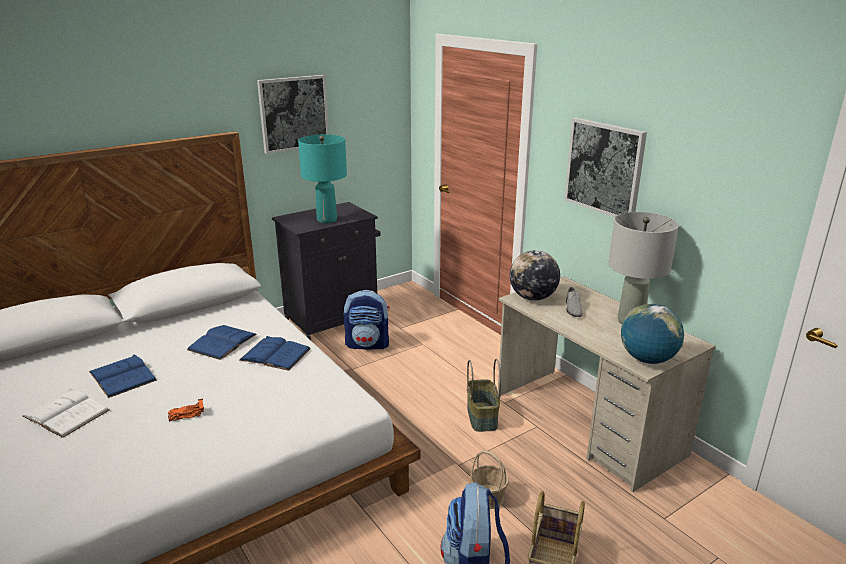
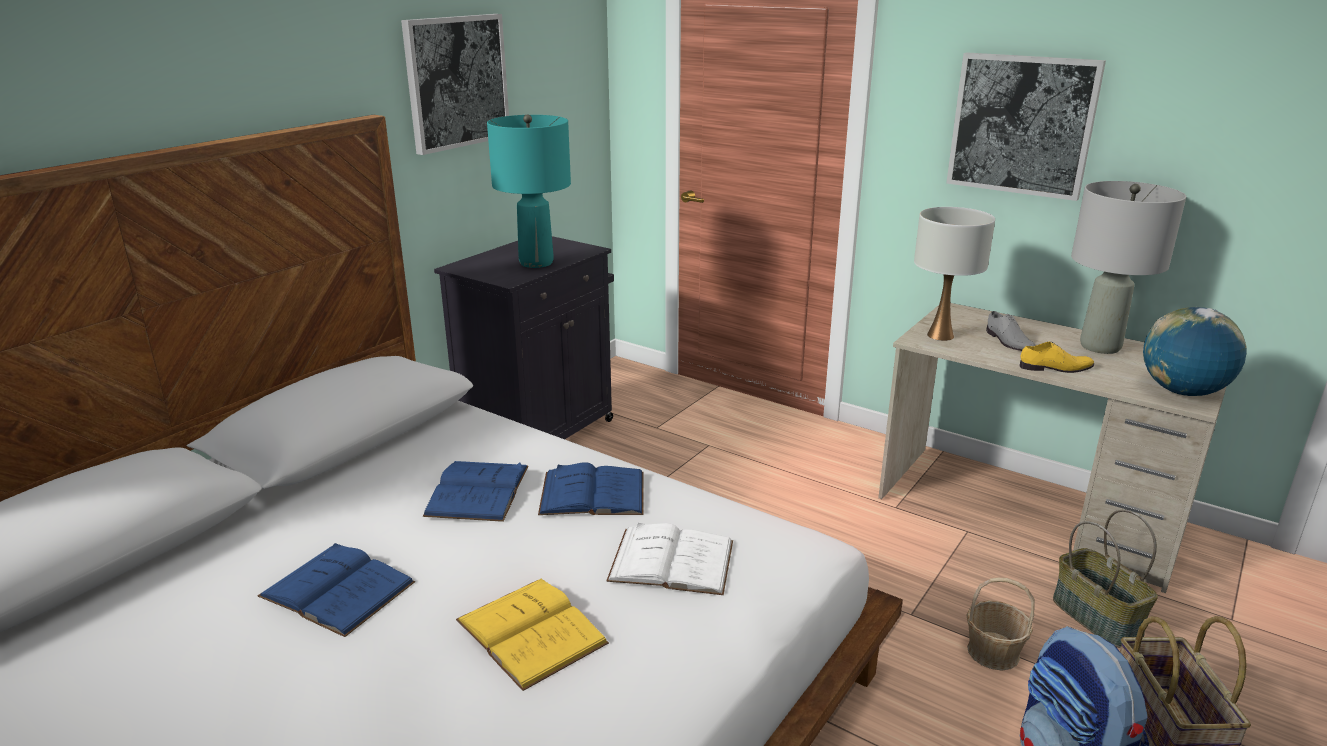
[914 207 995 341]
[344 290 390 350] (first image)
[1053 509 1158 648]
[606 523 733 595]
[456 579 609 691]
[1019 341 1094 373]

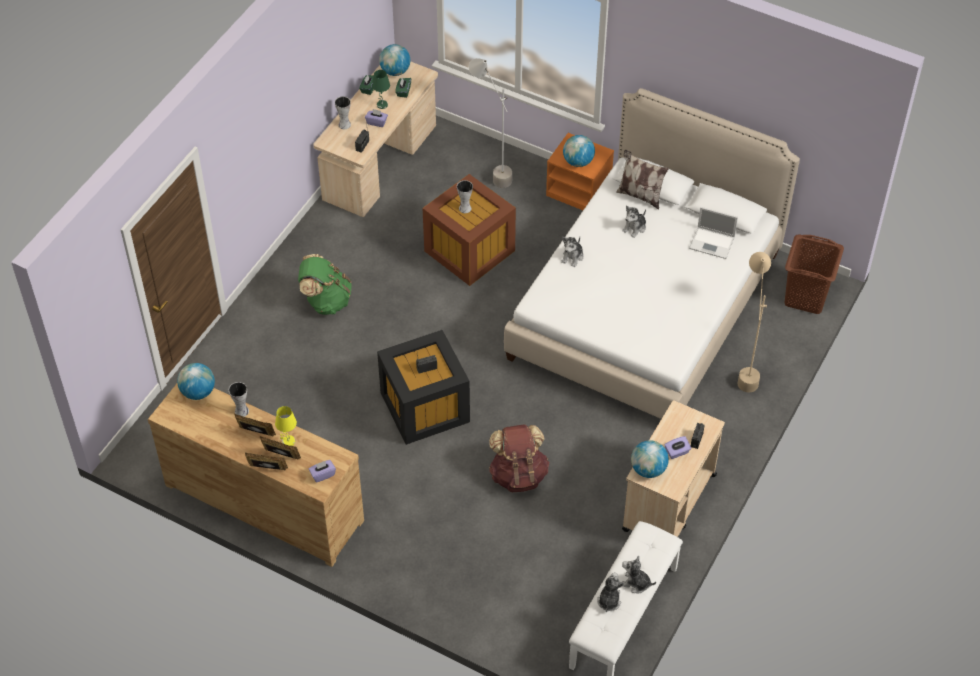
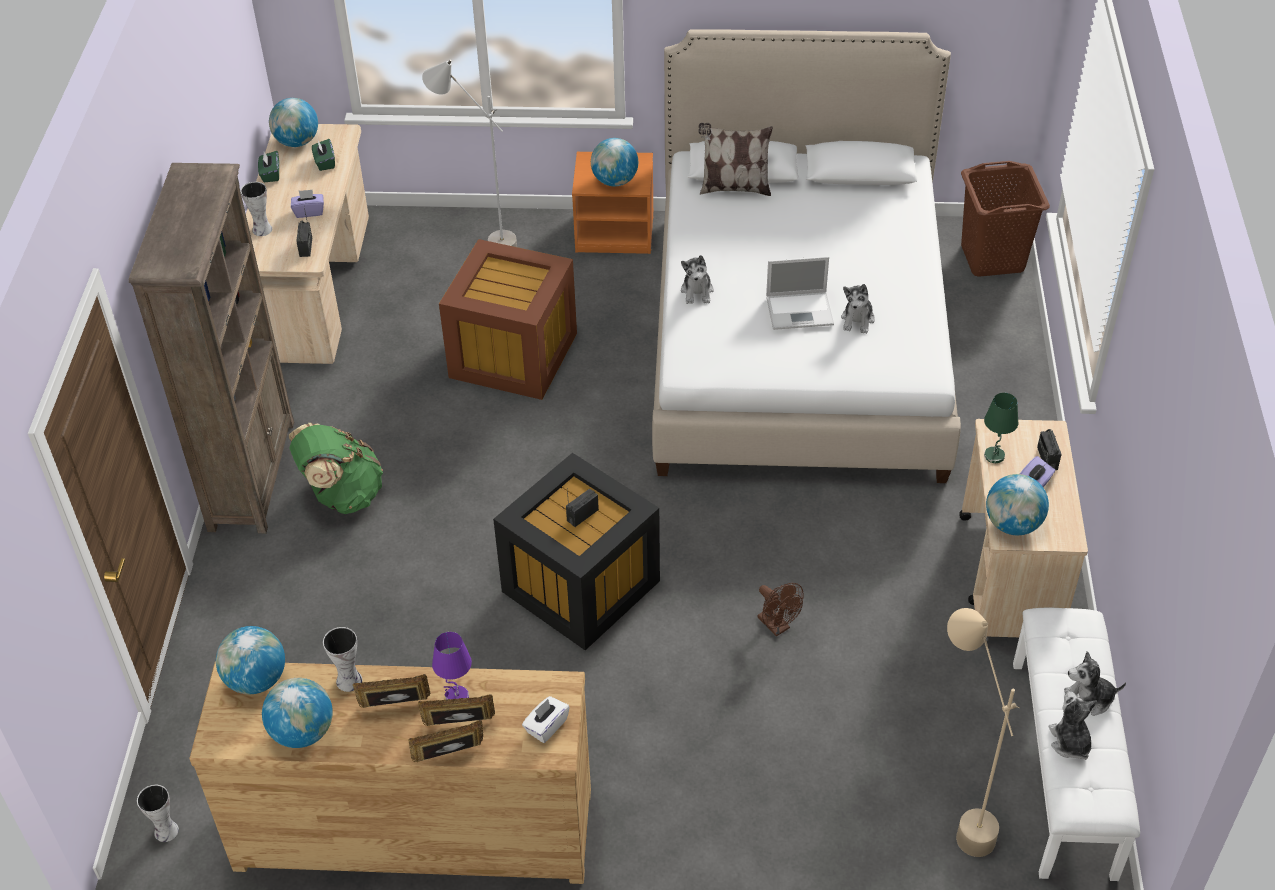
[984 393 1018 463]
[137 785 179 842]
[841 284 875 334]
[766 256 834 330]
[947 608 1020 857]
[432 632 472 700]
[757 583 804 636]
[522 696 570 743]
[129 163 294 534]
[262 678 333 748]

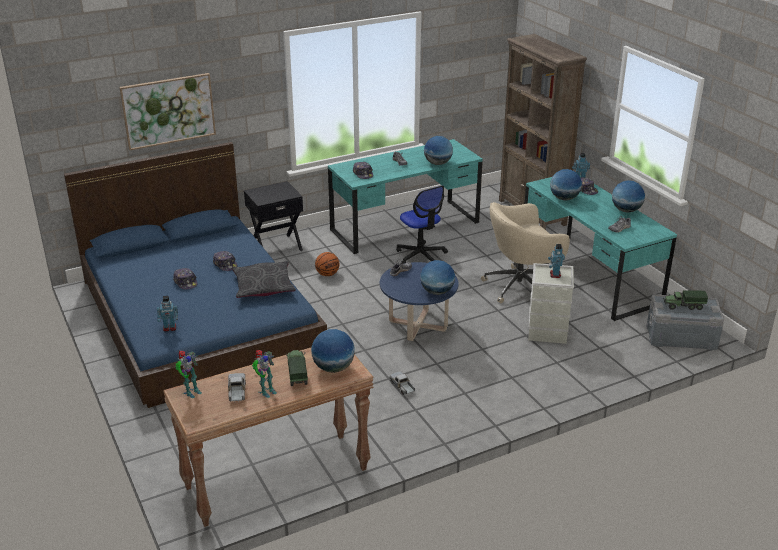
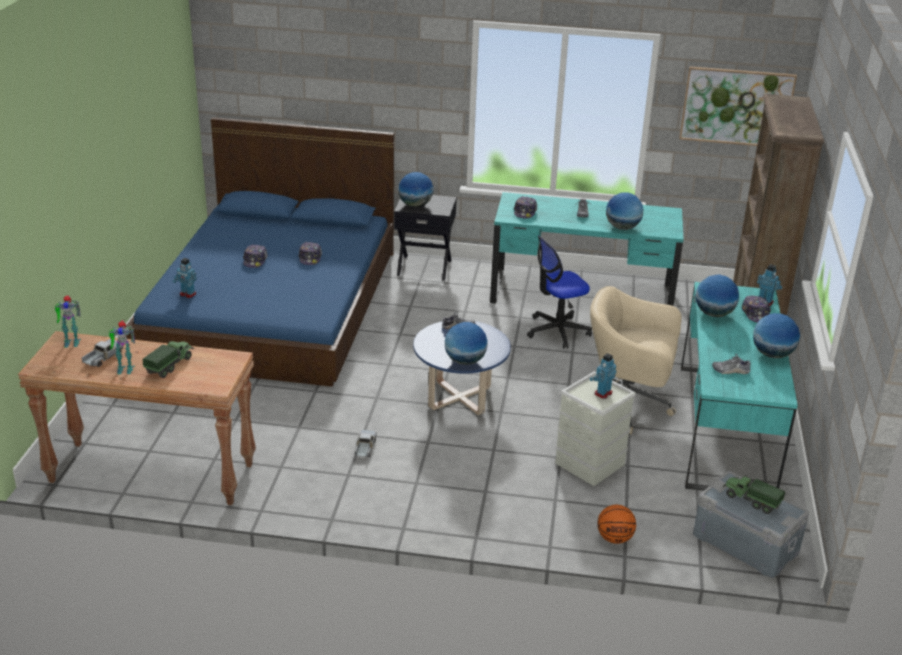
[679 66 797 146]
[527 235 592 349]
[597 505 636 544]
[232 261 296 298] (first image)
[398 172 433 208]

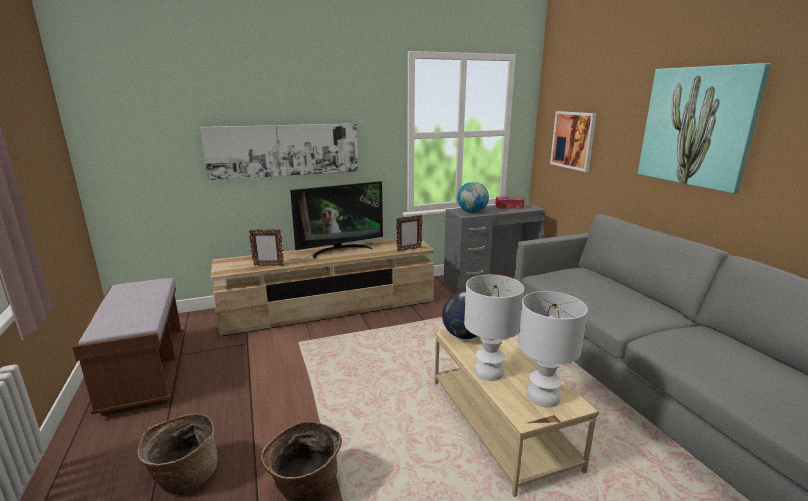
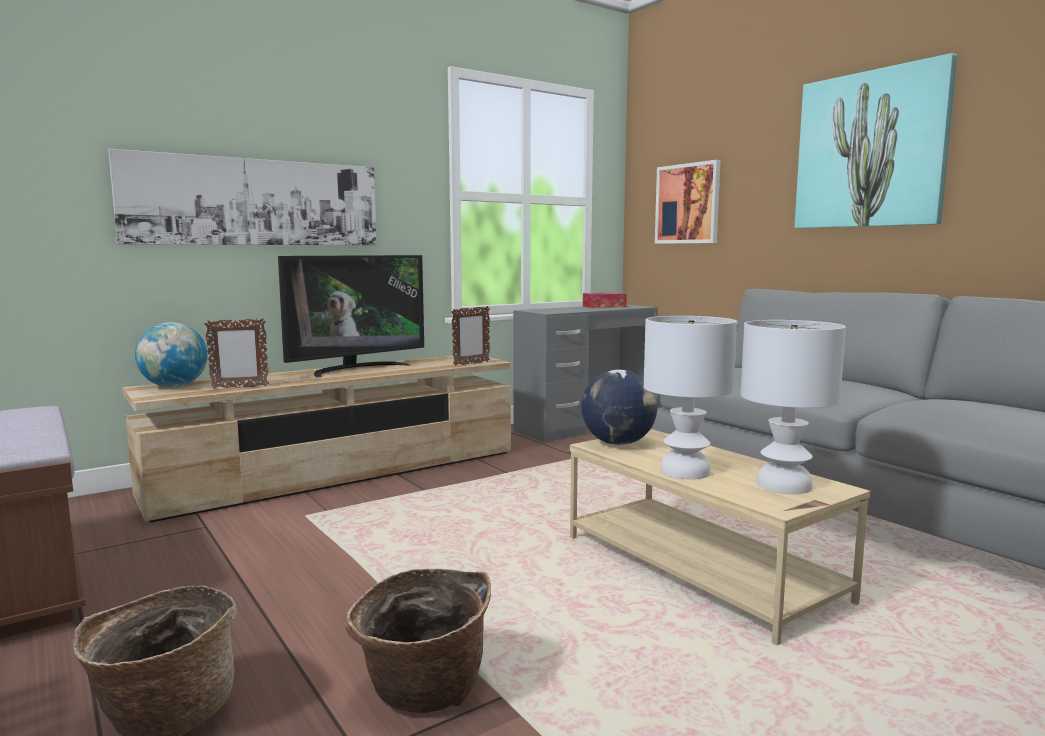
[135 322 208 387]

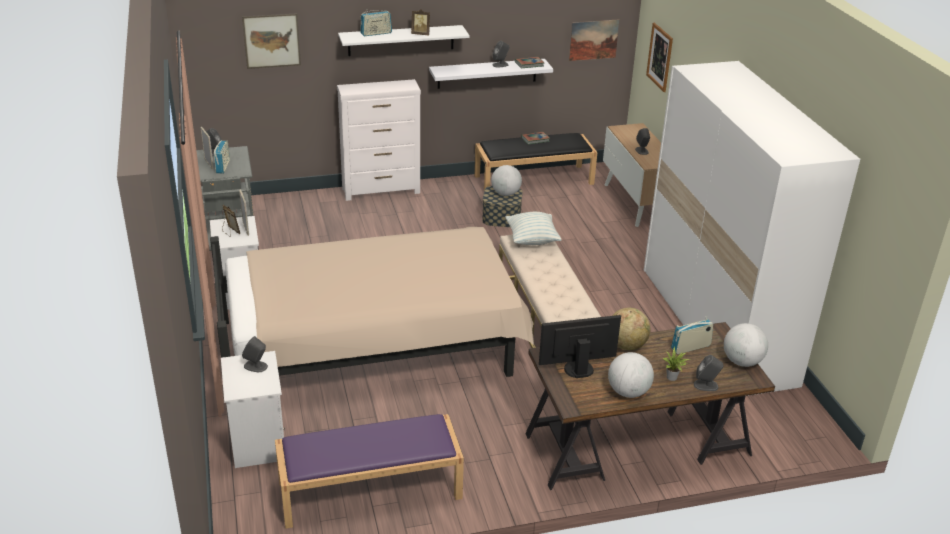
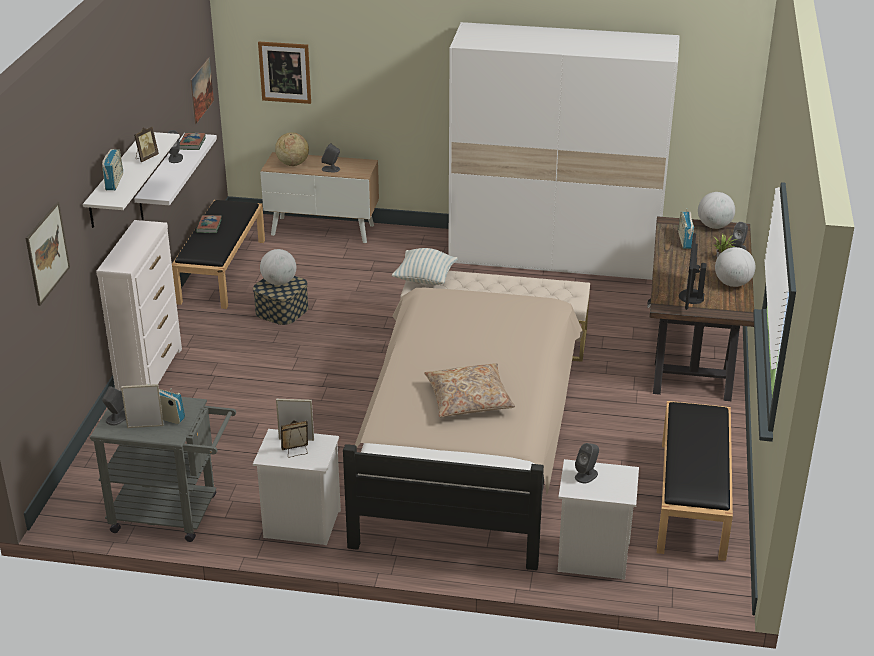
[275 132 309 166]
[657 401 733 561]
[424 363 515 417]

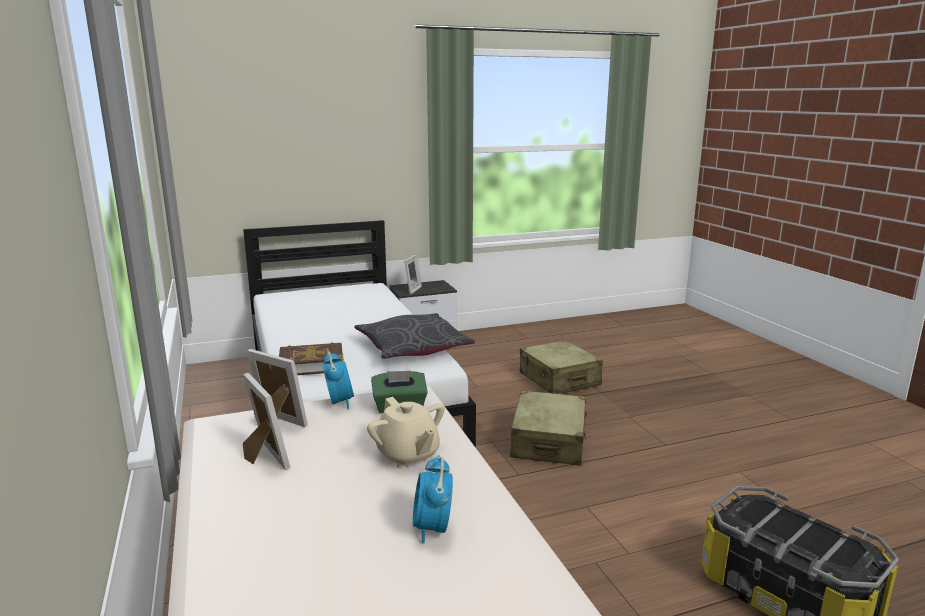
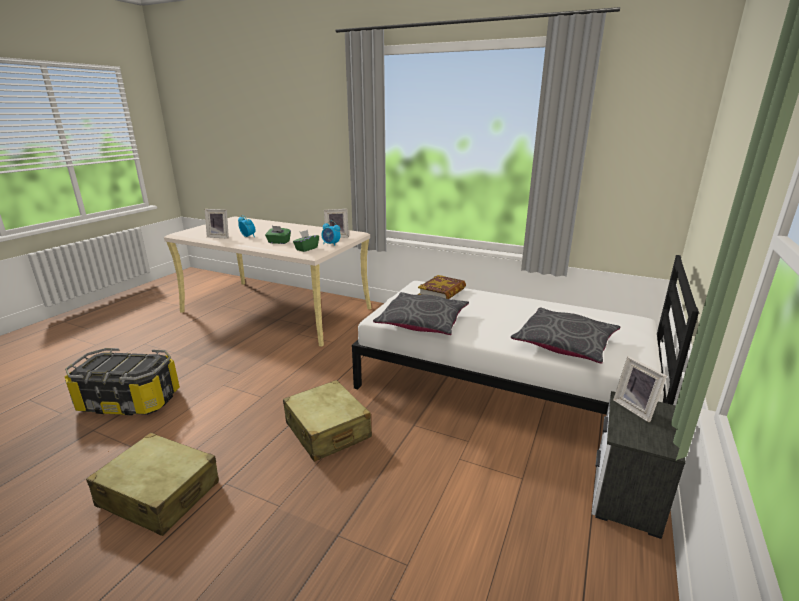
[86 433 219 536]
[205 209 229 239]
[265 226 291 244]
[511 308 620 364]

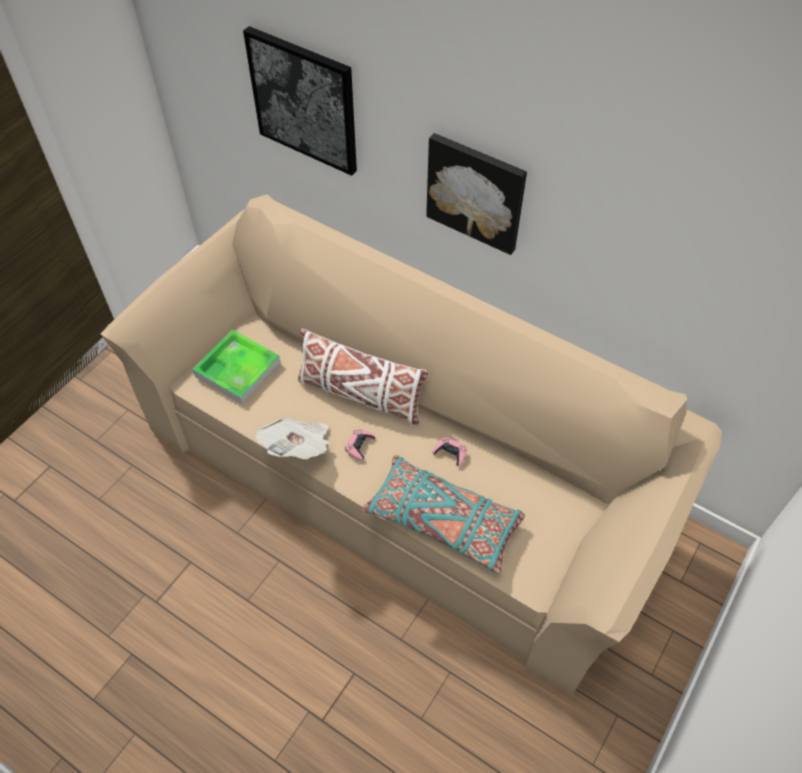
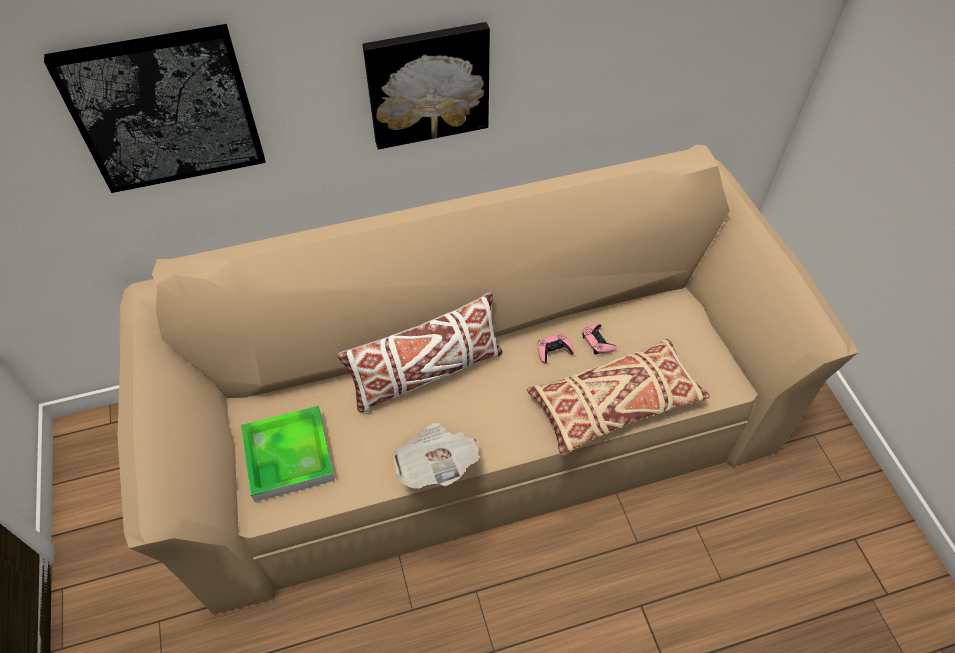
[582 324 617 355]
[527 339 710 456]

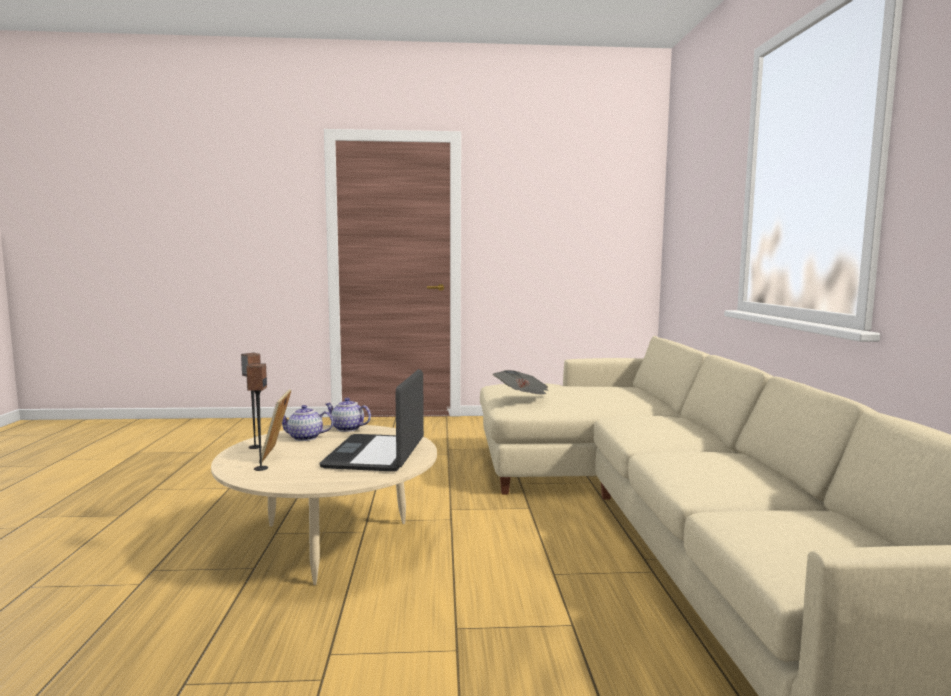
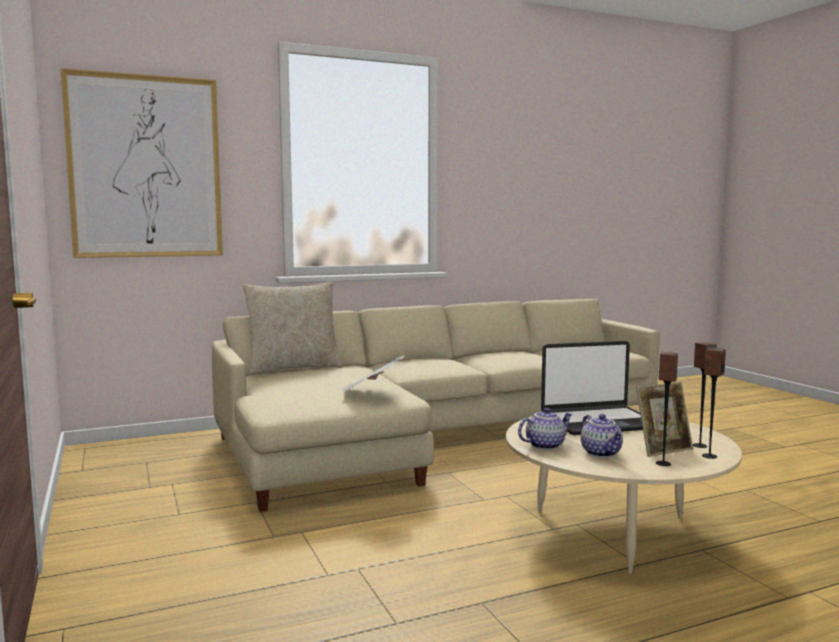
[518 408 573 450]
[60 68 223 258]
[243 281 342 374]
[702 348 726 459]

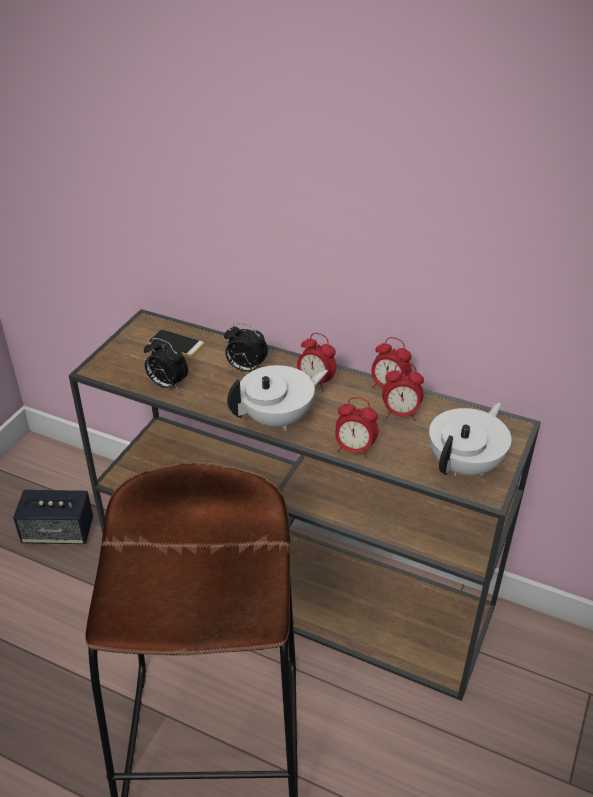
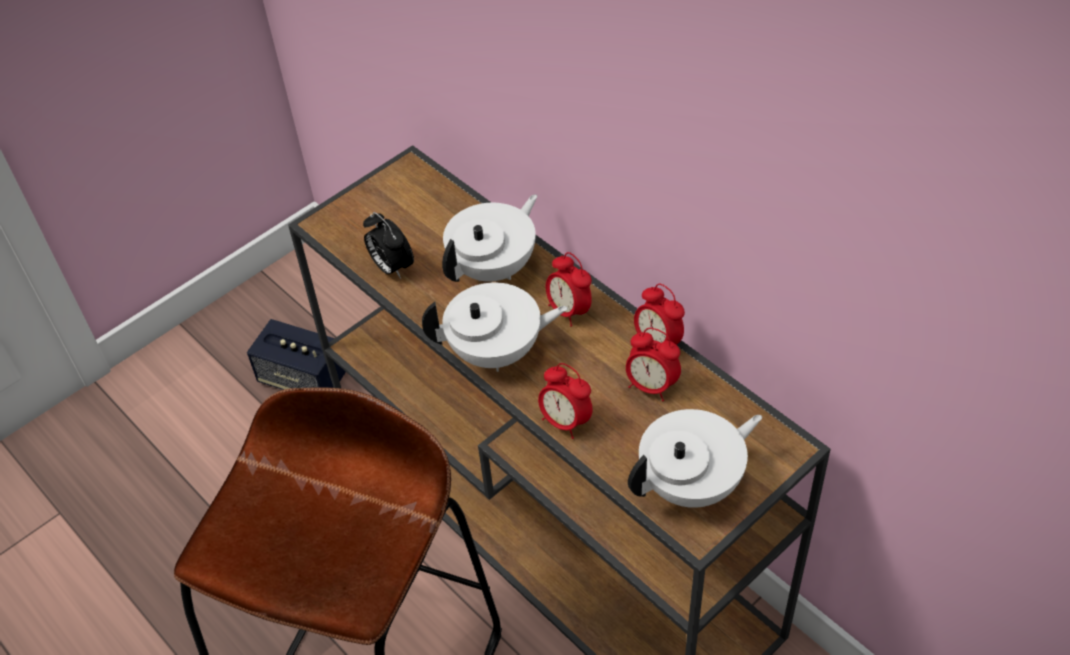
[442 194 537 282]
[148 329 204 357] (first image)

